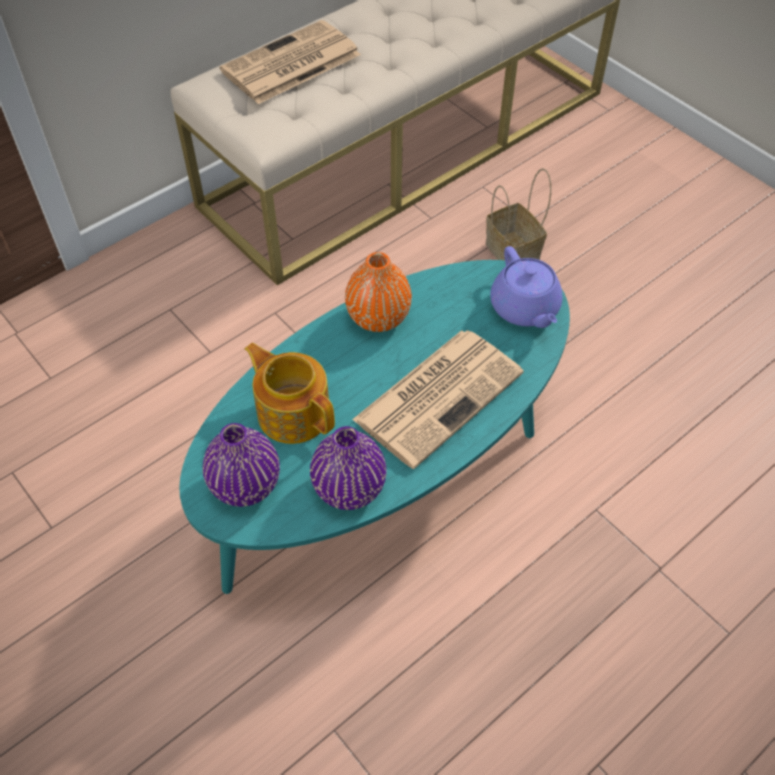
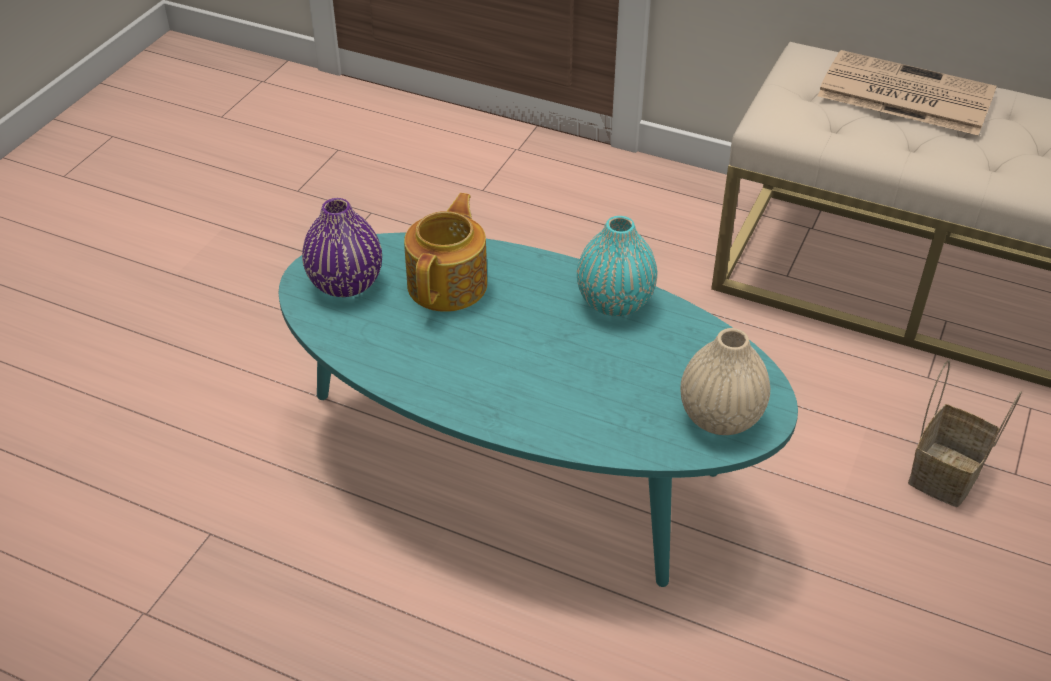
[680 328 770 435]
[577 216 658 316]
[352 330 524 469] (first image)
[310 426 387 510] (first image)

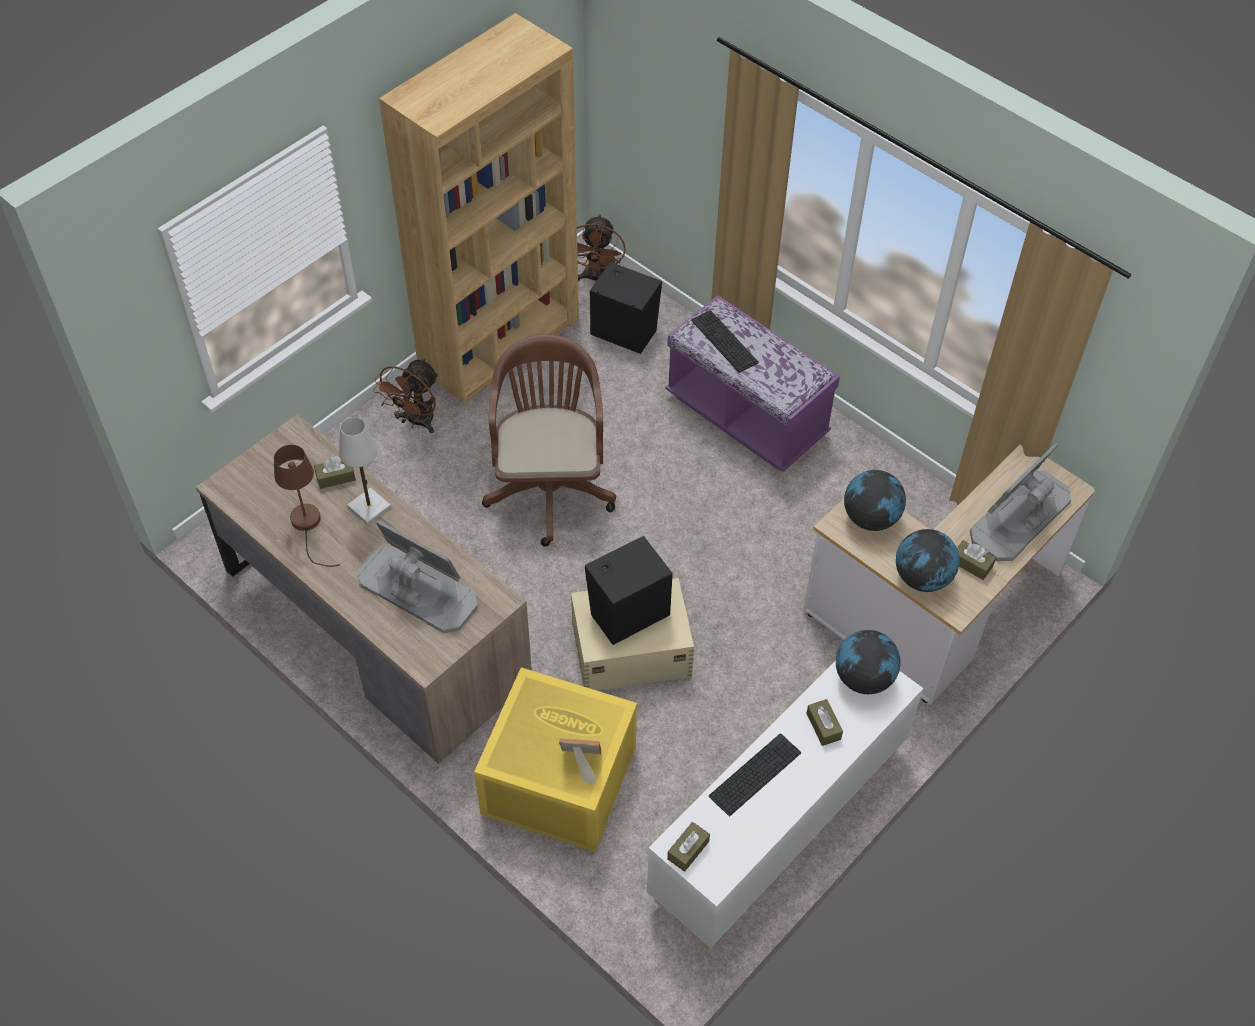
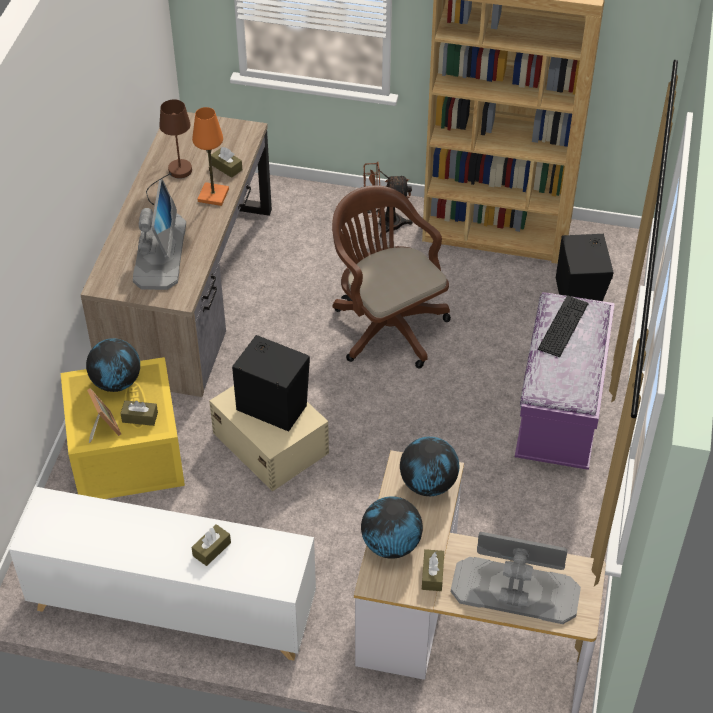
[577 214 626 283] (first image)
[332 185 451 368]
[192 107 229 206]
[86 338 140 392]
[709 733 801 816] (first image)
[121 401 158 426]

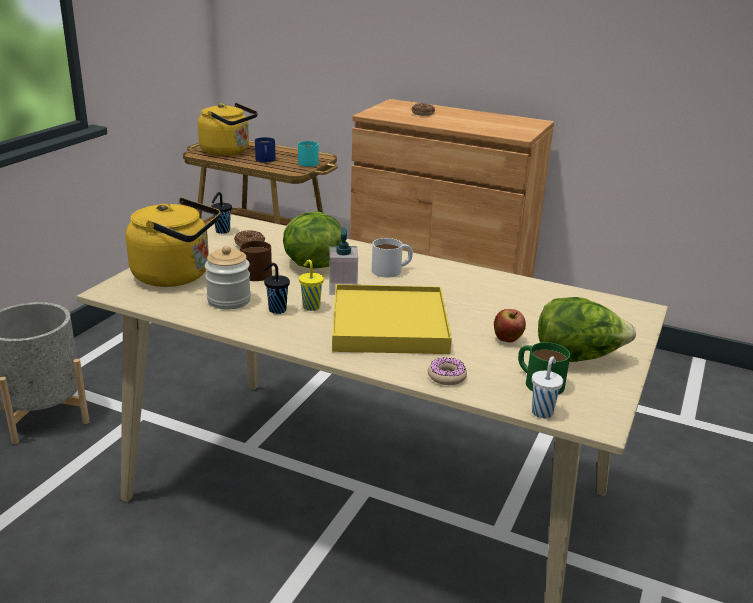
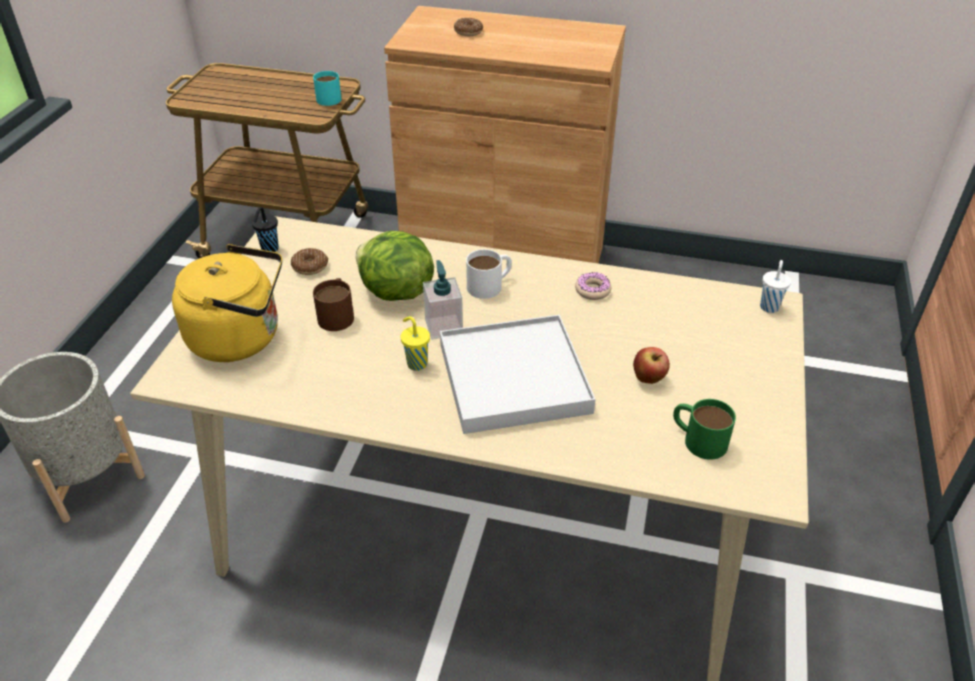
[198 103 258 156] (first image)
[255 137 276 162] (first image)
[205 246 251 309] (first image)
[264 263 290 314] (first image)
[440 315 596 434]
[538 297 636 362] (first image)
[760 260 791 313]
[575 272 611 300]

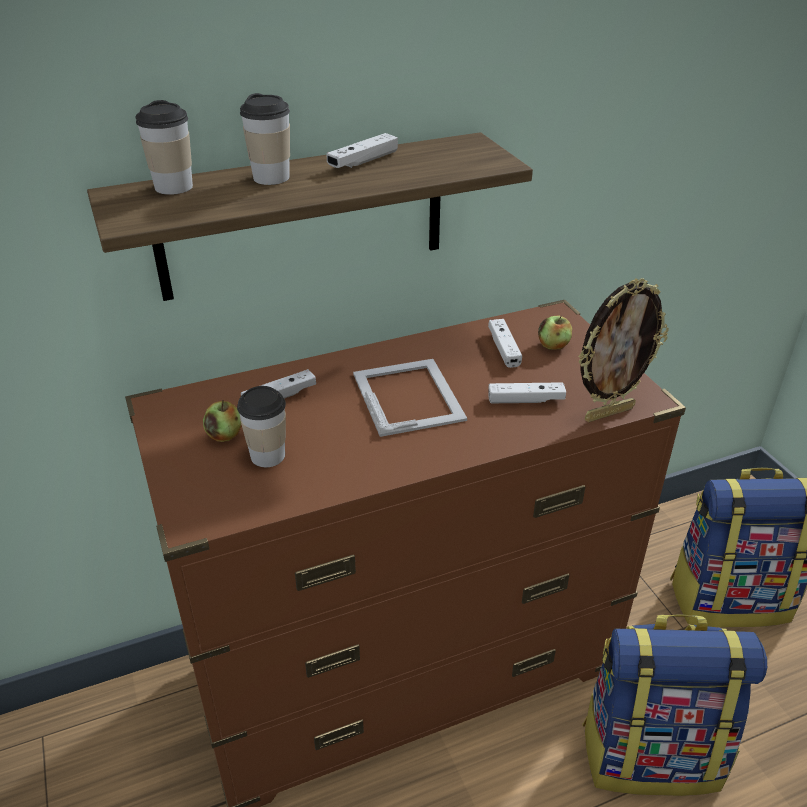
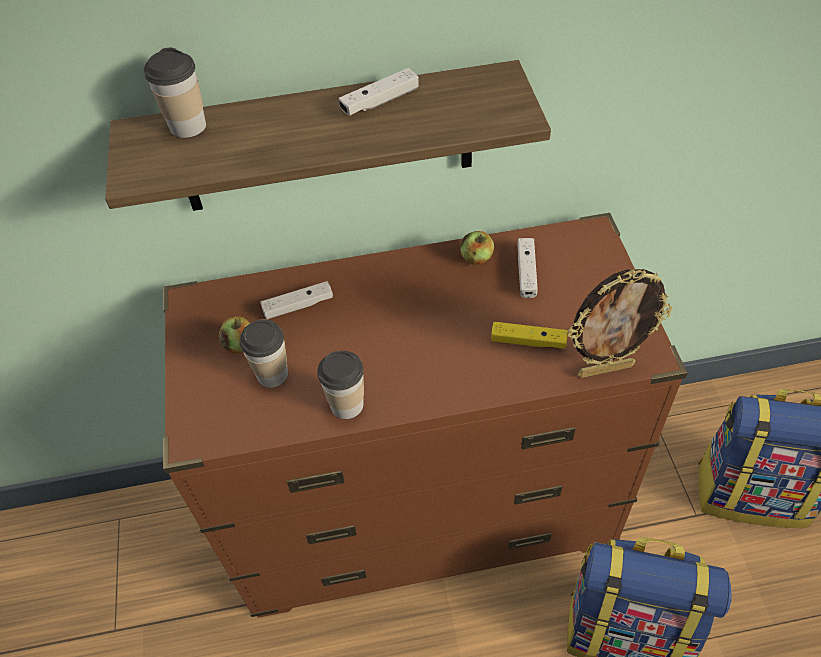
[318 351 364 419]
[460 231 494 265]
[353 359 467 437] (first image)
[491 322 568 349]

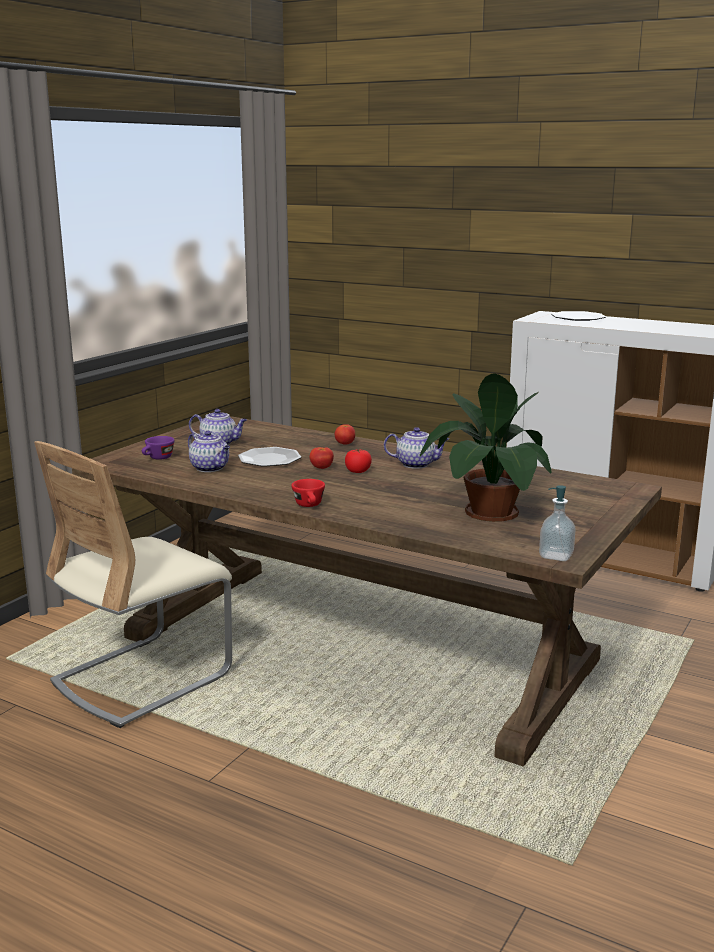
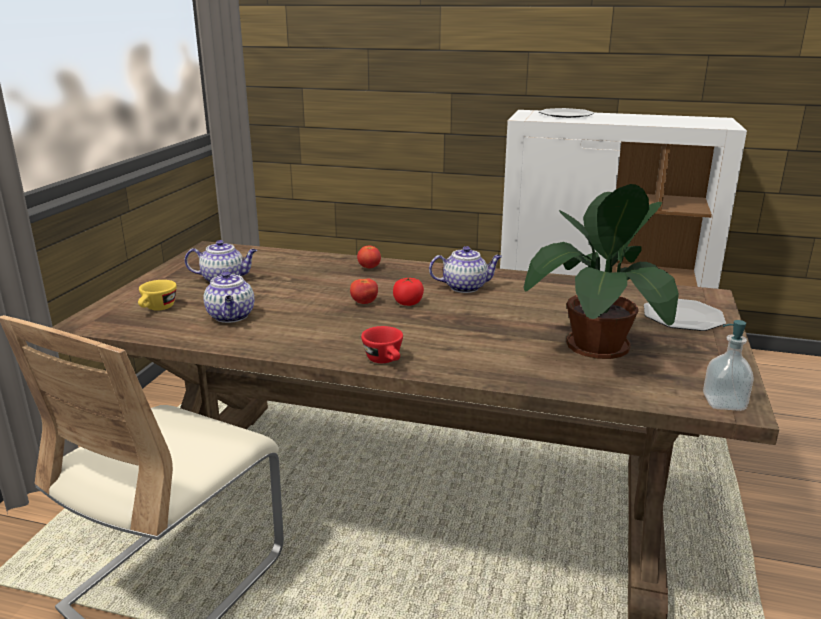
[203 270 254 323]
[138 280 177 311]
[644 299 726 331]

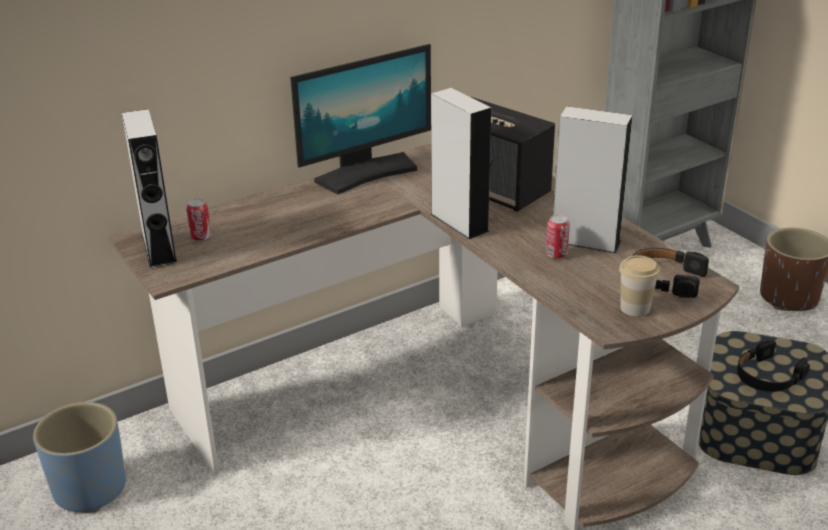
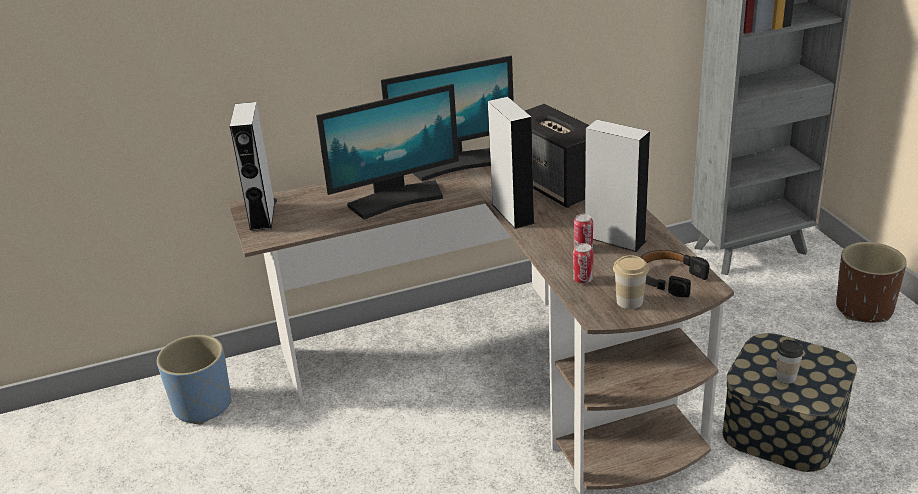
[573 243 593 284]
[776 339 803 384]
[316 84 459 220]

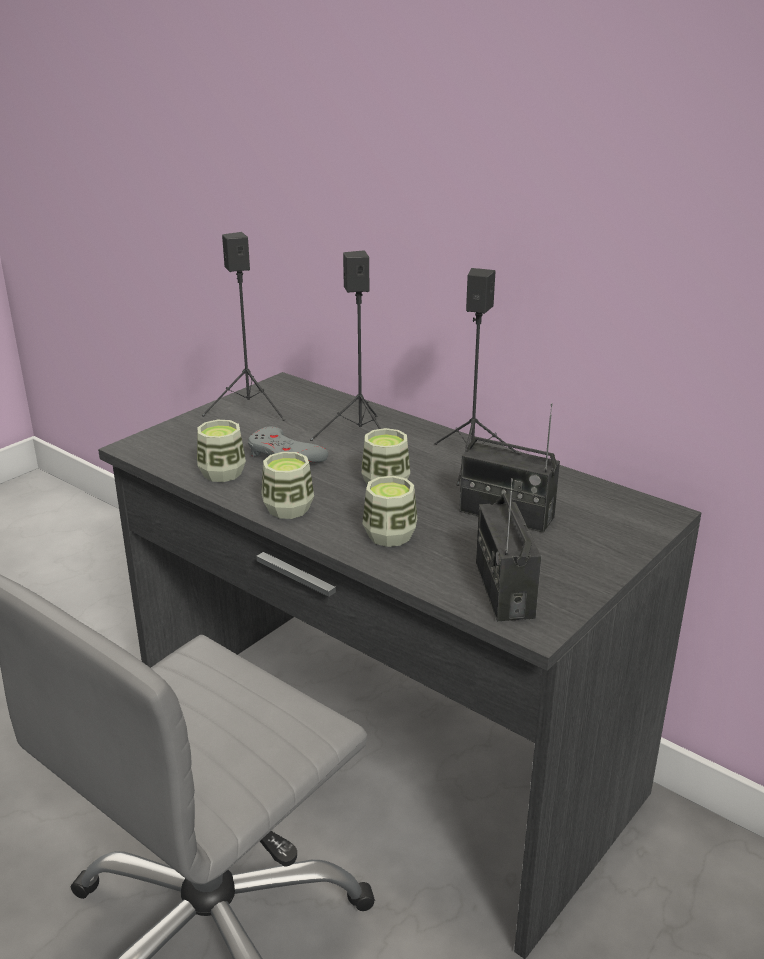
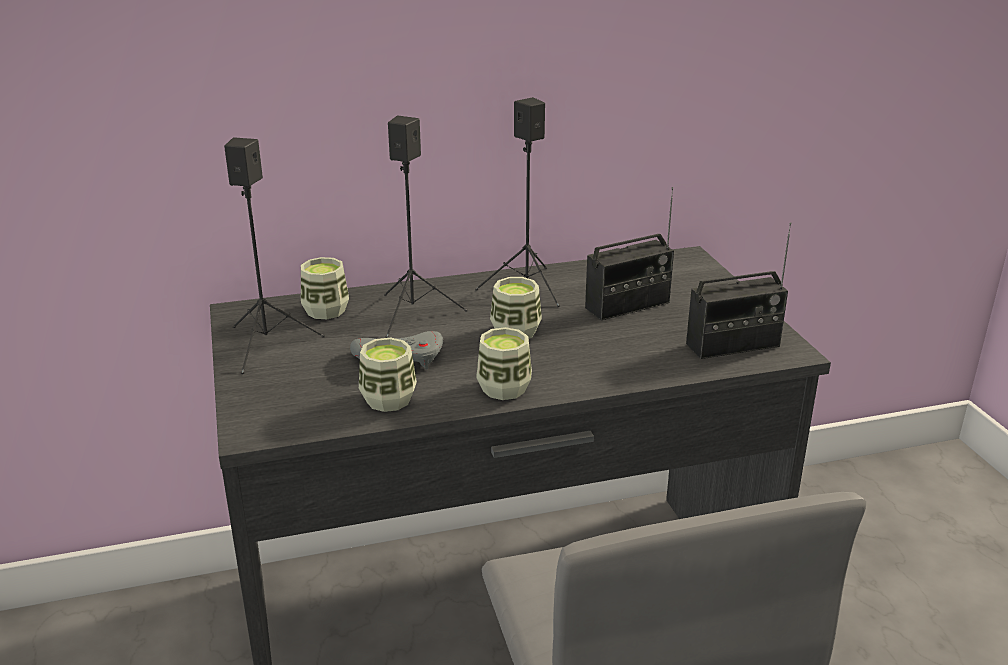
[301 257 349 319]
[686 222 791 359]

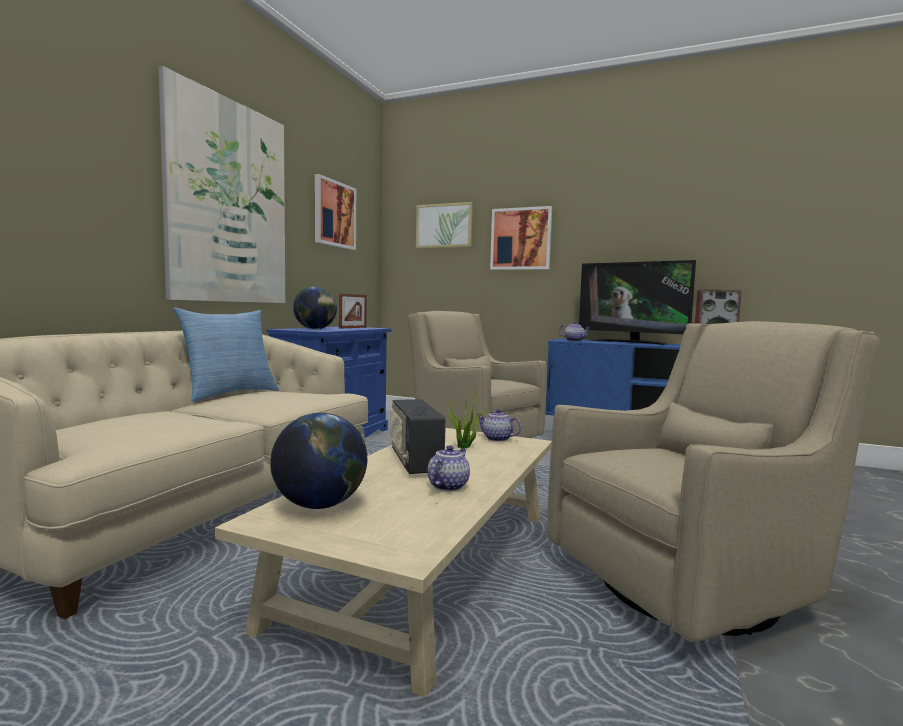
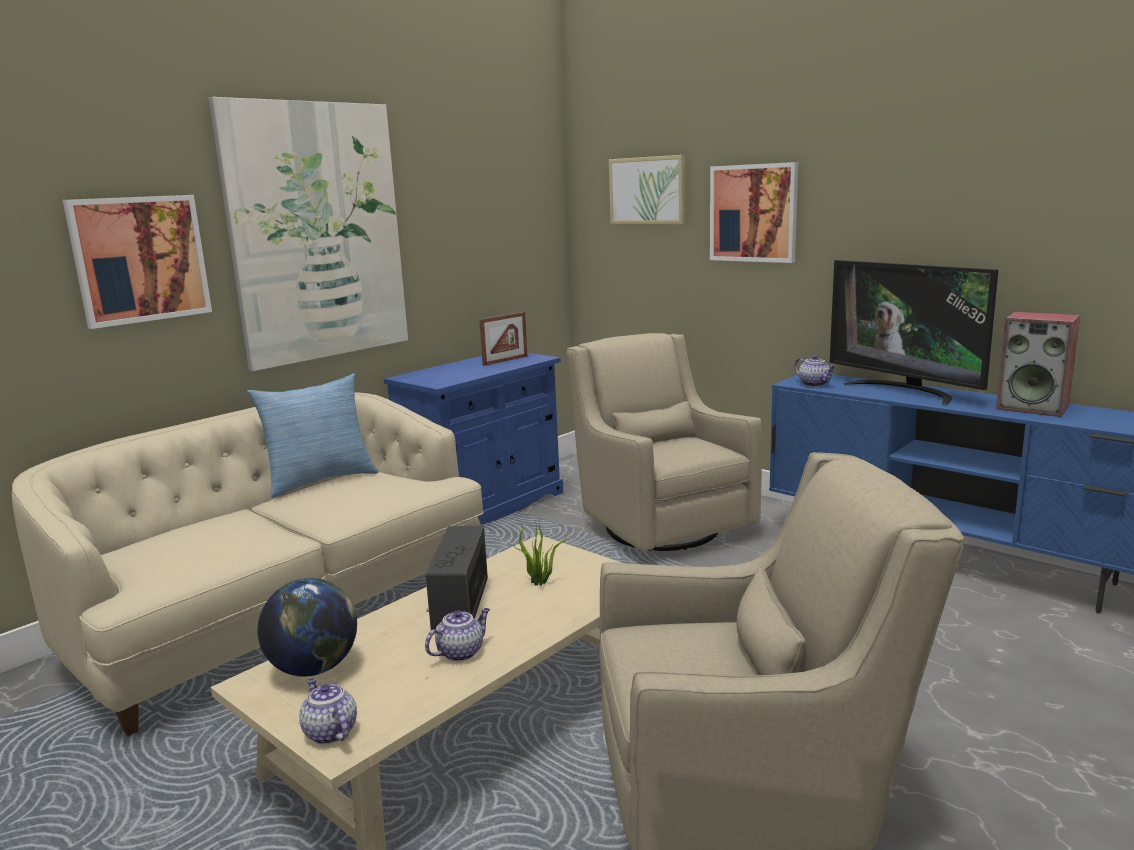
[63 195 212 329]
[293 286 337 330] (first image)
[299 678 357 744]

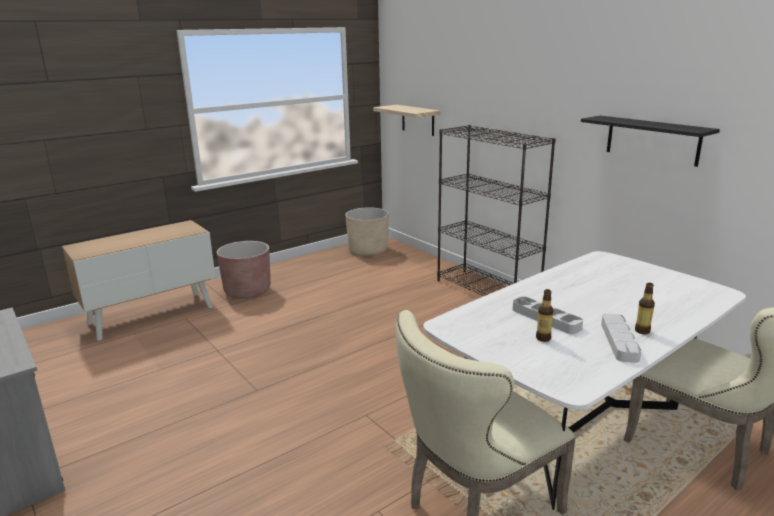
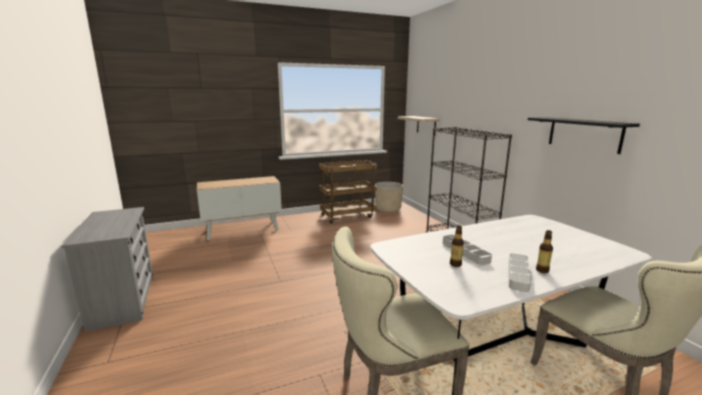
[217 241 271 299] (first image)
[319 160 377 224]

